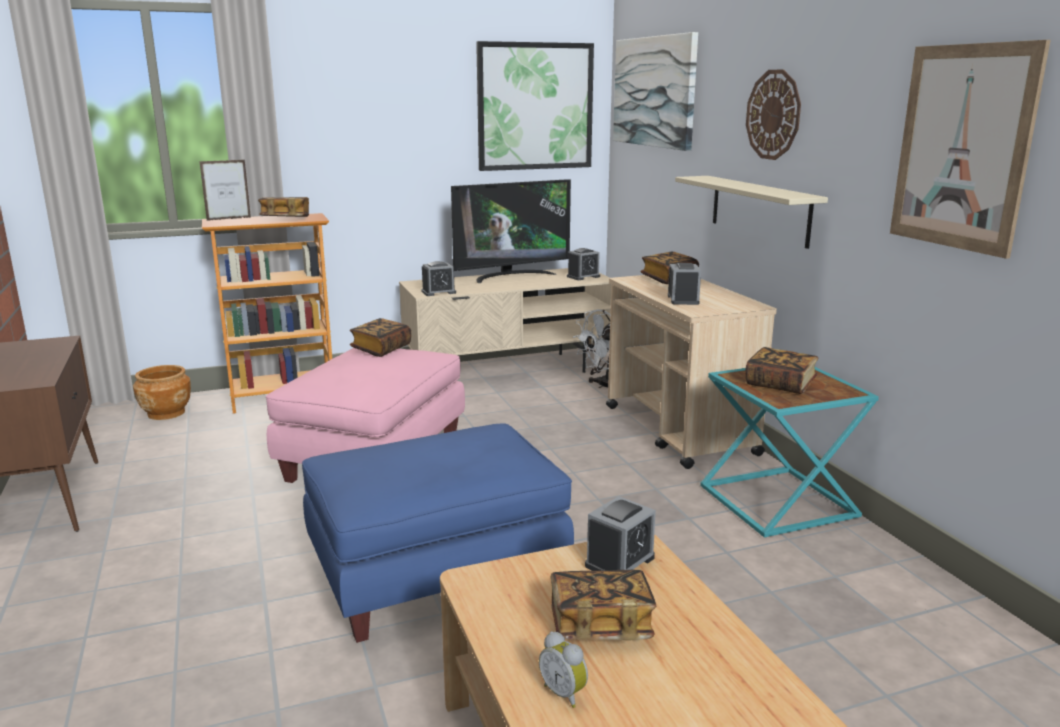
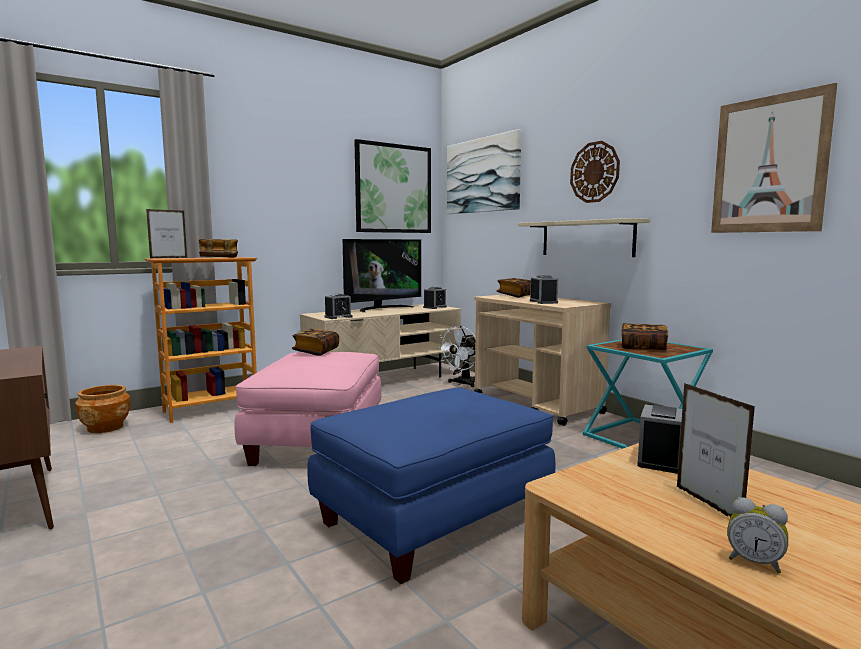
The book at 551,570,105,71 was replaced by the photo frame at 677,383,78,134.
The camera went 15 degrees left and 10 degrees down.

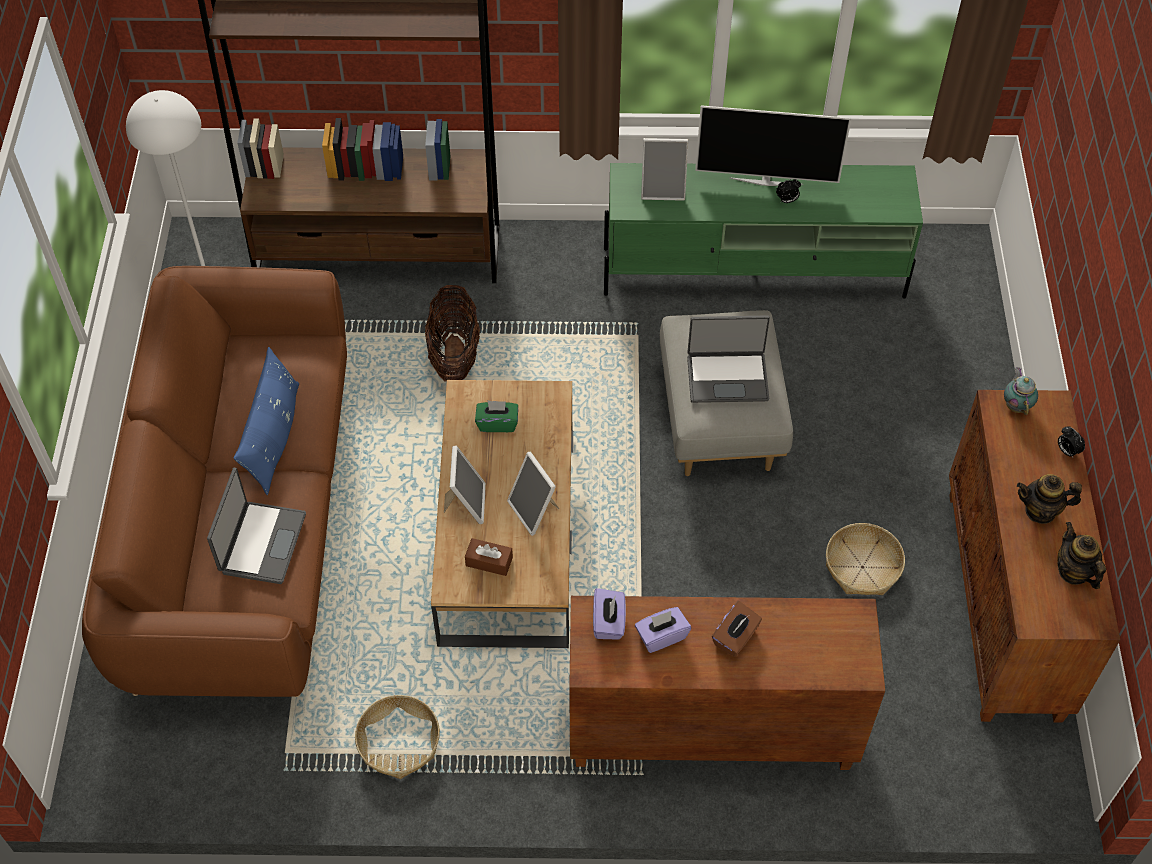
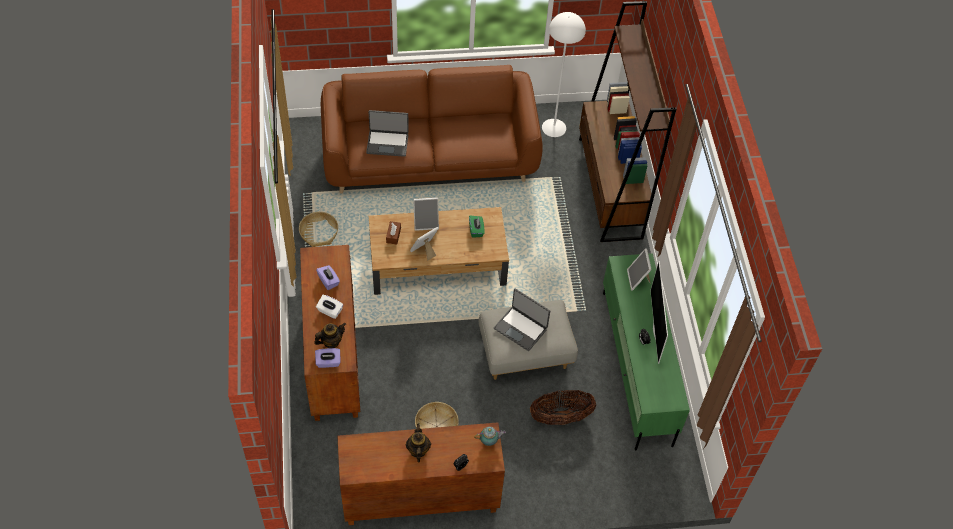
The throw pillow (bluish) at 234,347,65,148 disappeared.
The household basket moved from 425,285,55,96 to 530,390,66,35.
The tissue holder (purplish) moved from 593,588,33,52 to 315,348,26,20.
The teapot moved from 1057,522,49,67 to 314,323,32,25.
The tissue holder (brown) at 712,601,50,56 became the tissue holder (white-coloured) at 316,295,27,24.
The portable computer at 687,315,83,88 turned 45 degrees counterclockwise.
The camera went 80 degrees right and 0 degrees up.

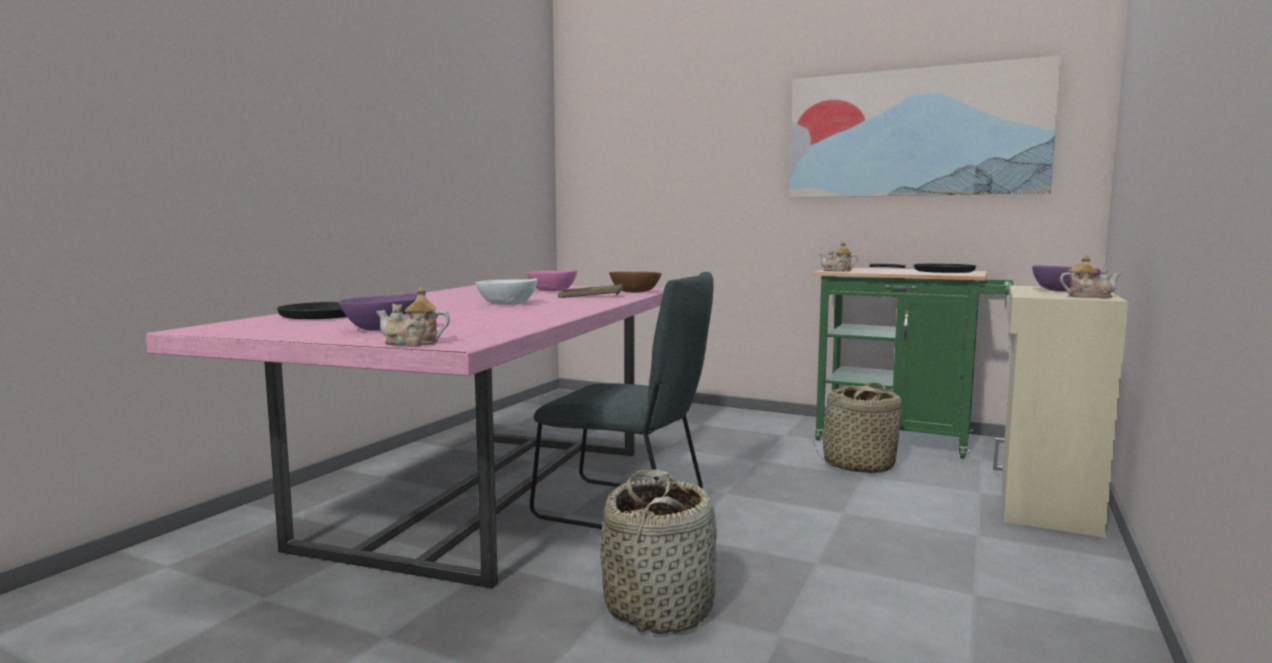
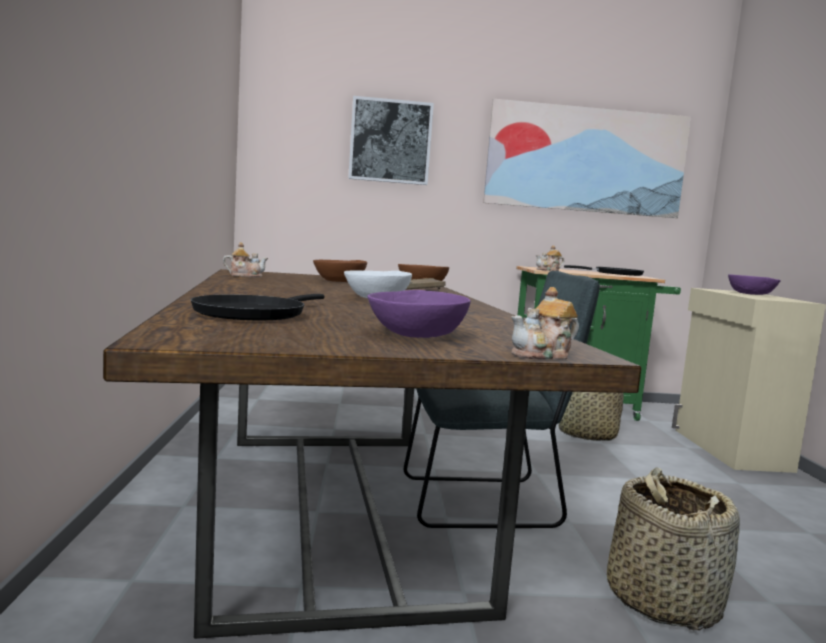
The picture at 348,96,86,89 appeared.
The teapot moved from 1060,255,61,43 to 223,242,45,35.
The kitchen table (pink) at 146,285,518,303 became the kitchen table (brown) at 103,269,538,370.
The serving bowl (pink) at 526,270,51,21 became the serving bowl (brown) at 313,260,54,22.
The camera went 30 degrees left and 0 degrees up.

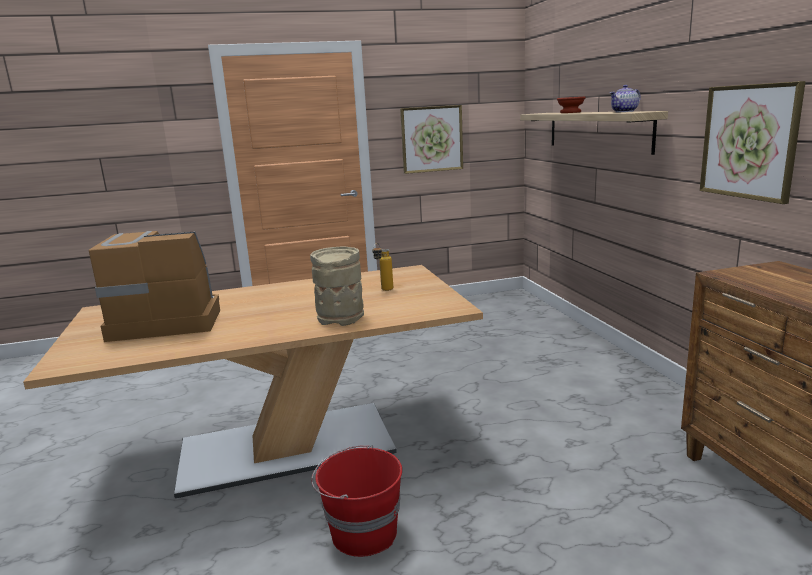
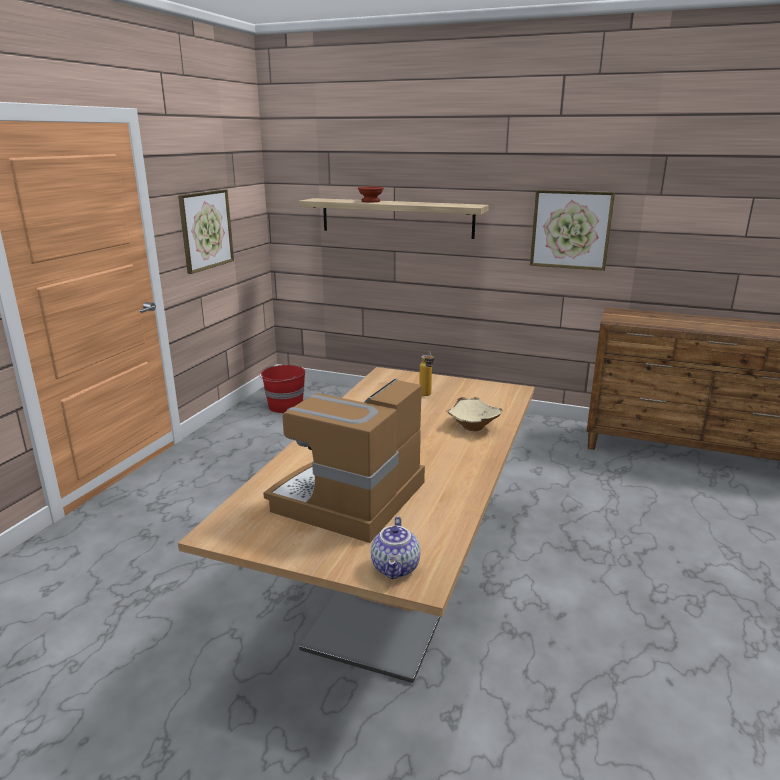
The water bucket (red-coloured) moved from 311,445,91,112 to 259,365,46,48.
The teapot moved from 610,85,31,27 to 371,516,49,63.
The decorative vase (beige-coloured) at 310,247,54,79 was replaced by the serving bowl (beige-coloured) at 446,397,57,34.
The camera went 55 degrees left and 5 degrees up.

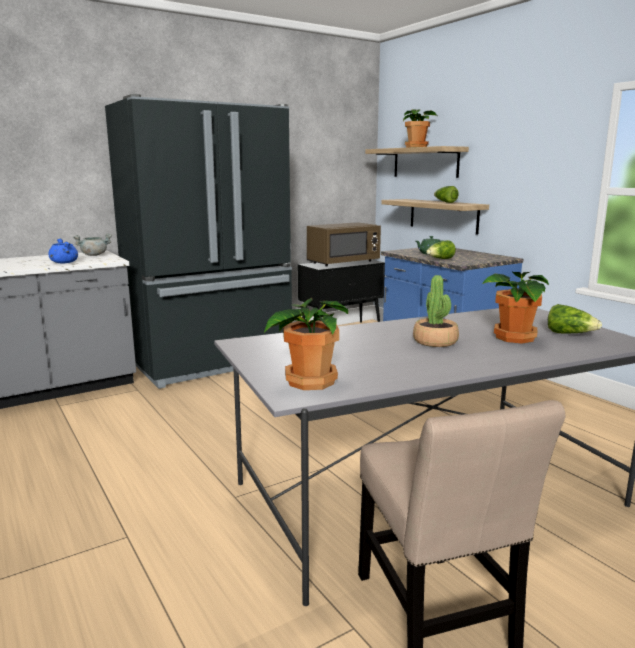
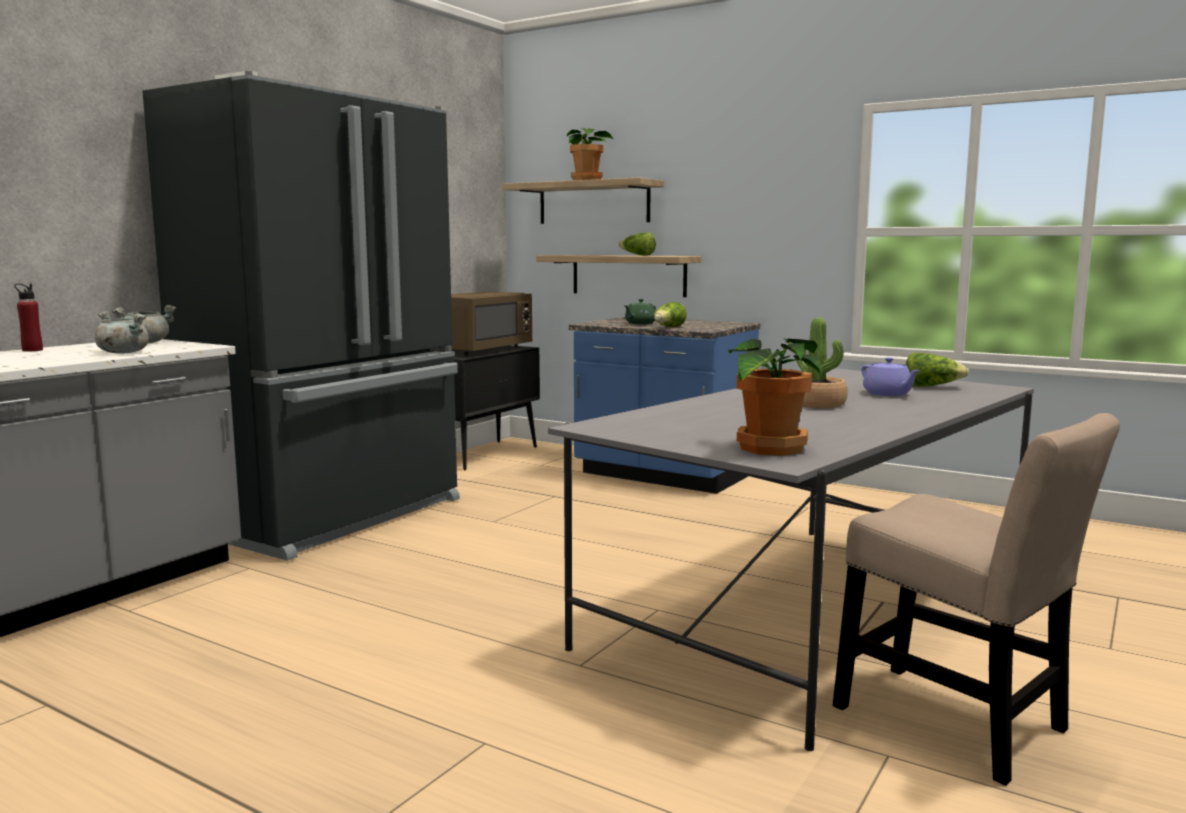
The bottle (red-coloured) at 14,284,29,68 appeared.
The potted plant at 482,271,67,72 was replaced by the teapot (purplish) at 861,357,60,39.
The stockpot (bluish) at 48,238,30,25 became the stockpot (grey) at 95,311,54,43.
The camera went 25 degrees left and 5 degrees down.

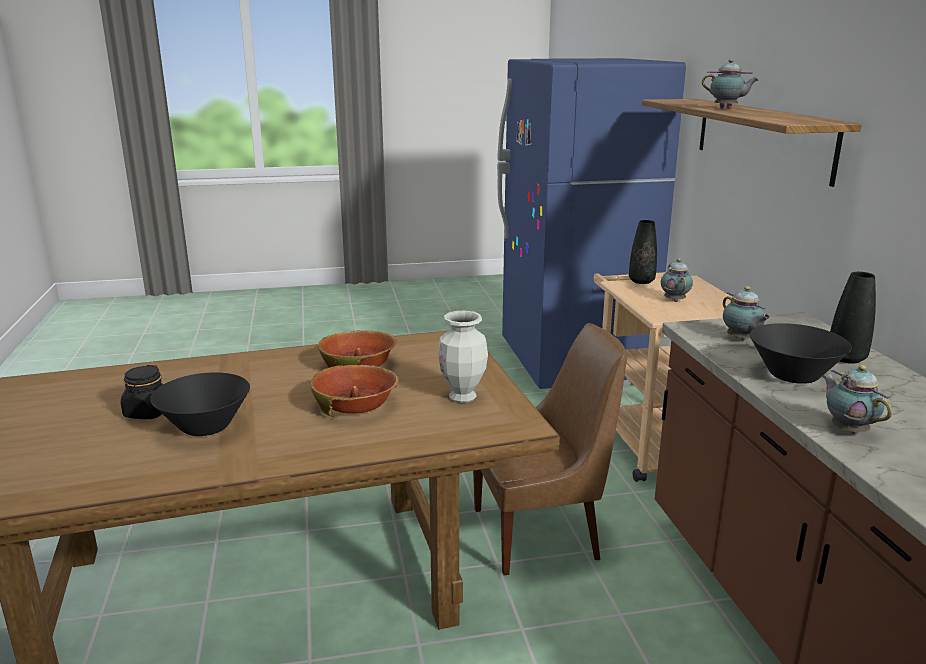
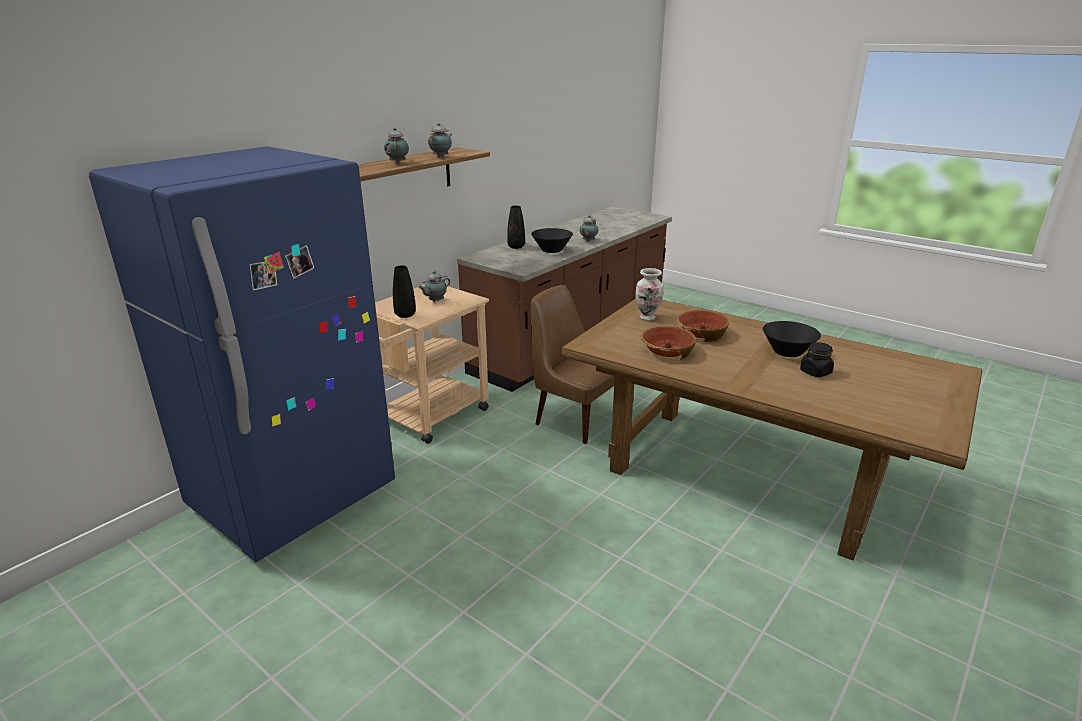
The teapot moved from 723,286,48,54 to 428,123,24,35.
The camera went 130 degrees left and 5 degrees up.

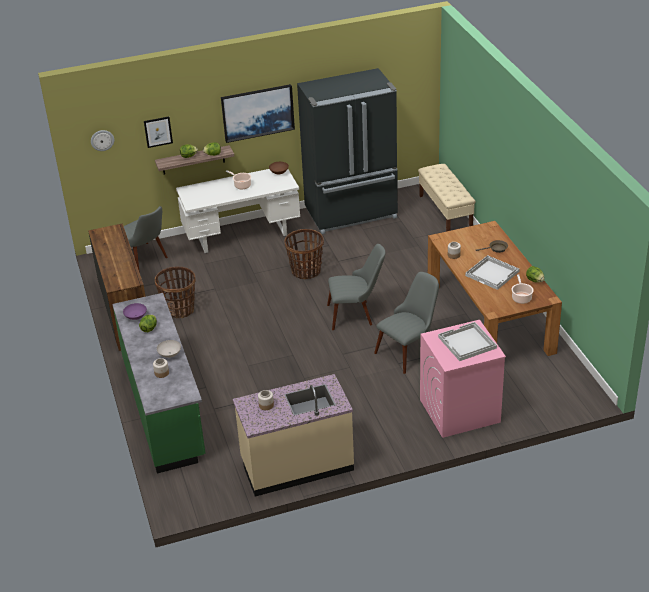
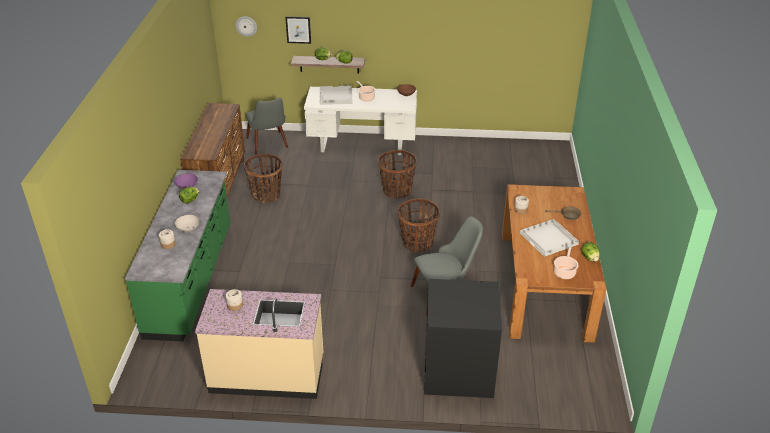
The picture at 221,84,74,59 disappeared.
The fridge (blackish) at 297,68,101,166 disappeared.
The long seat (beige-coloured) at 418,164,57,68 disappeared.
The carrying tray (white-coloured) moved from 438,322,59,39 to 320,86,33,19.
The plain chair (grey) at 327,244,58,86 was replaced by the household basket at 398,199,42,53.
The washing machine (pink) at 420,320,86,118 became the washing machine (blackish) at 424,279,78,119.
The camera went 20 degrees right and 0 degrees up.

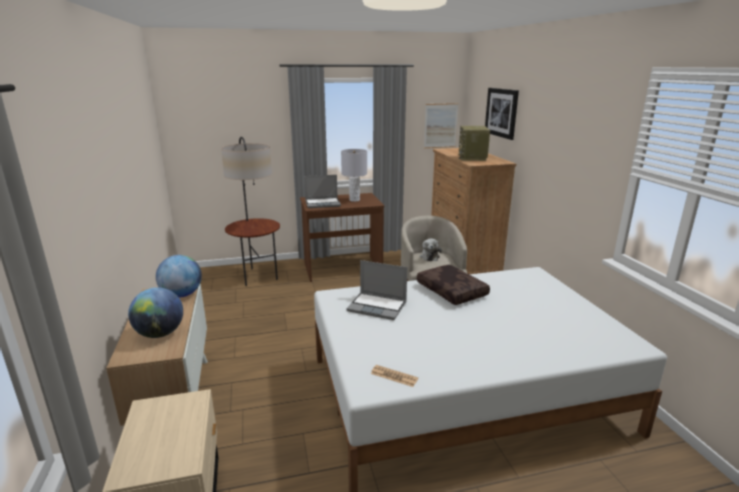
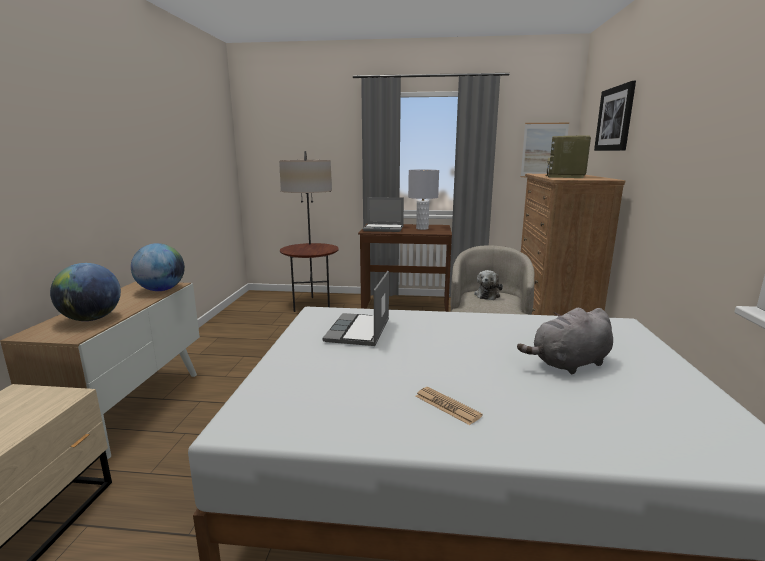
The throw pillow (brown) at 417,265,73,40 disappeared.
The plush toy (grey) at 517,308,96,66 appeared.
The daily paper moved from 371,365,47,22 to 415,387,68,38.
The portable computer at 346,260,61,60 turned 60 degrees clockwise.
The camera went 20 degrees right and 5 degrees down.

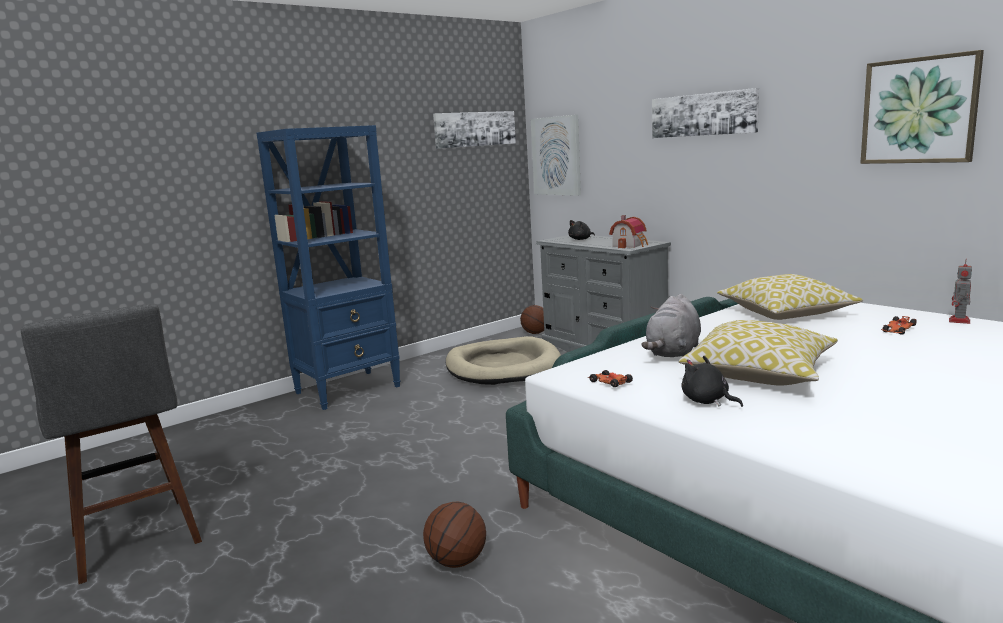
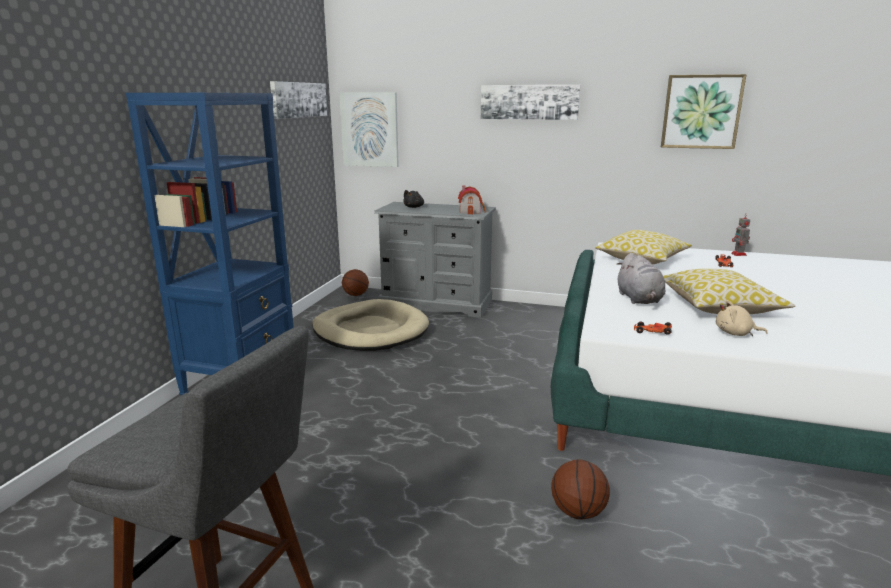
The plush toy (blackish) at 682,356,61,51 became the plush toy (beige-coloured) at 716,300,52,36.
The camera went 35 degrees left and 5 degrees up.

